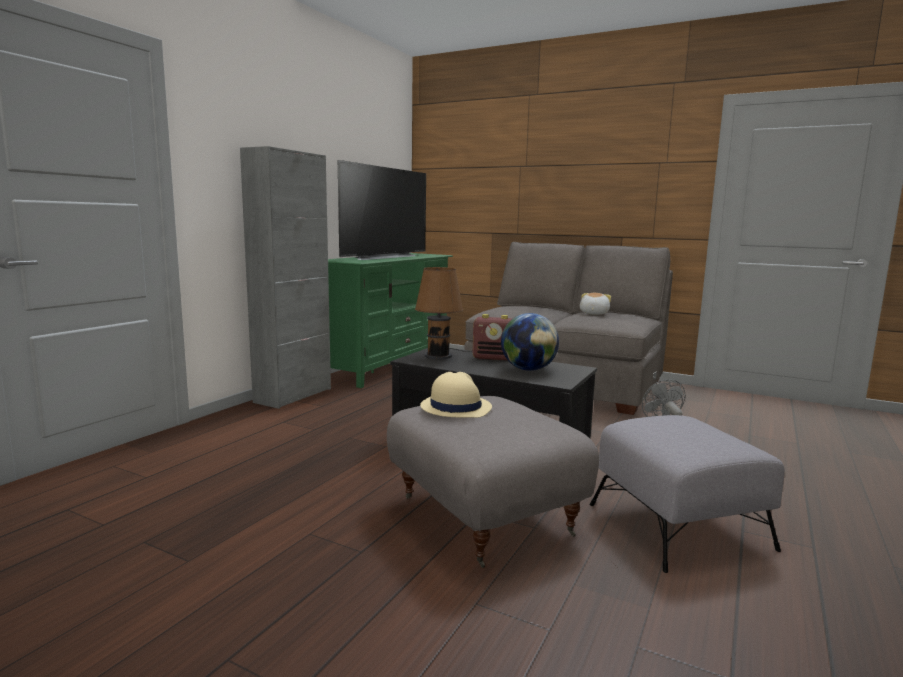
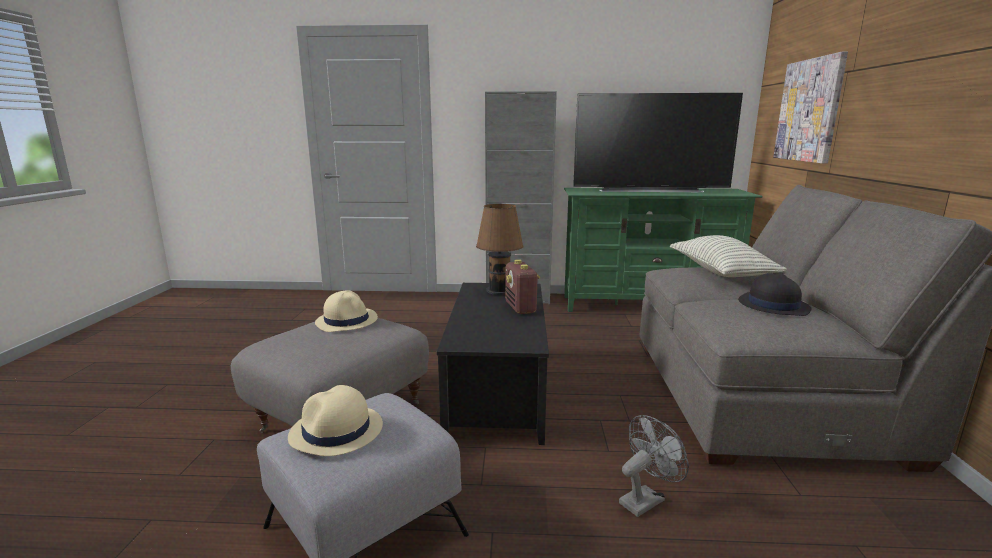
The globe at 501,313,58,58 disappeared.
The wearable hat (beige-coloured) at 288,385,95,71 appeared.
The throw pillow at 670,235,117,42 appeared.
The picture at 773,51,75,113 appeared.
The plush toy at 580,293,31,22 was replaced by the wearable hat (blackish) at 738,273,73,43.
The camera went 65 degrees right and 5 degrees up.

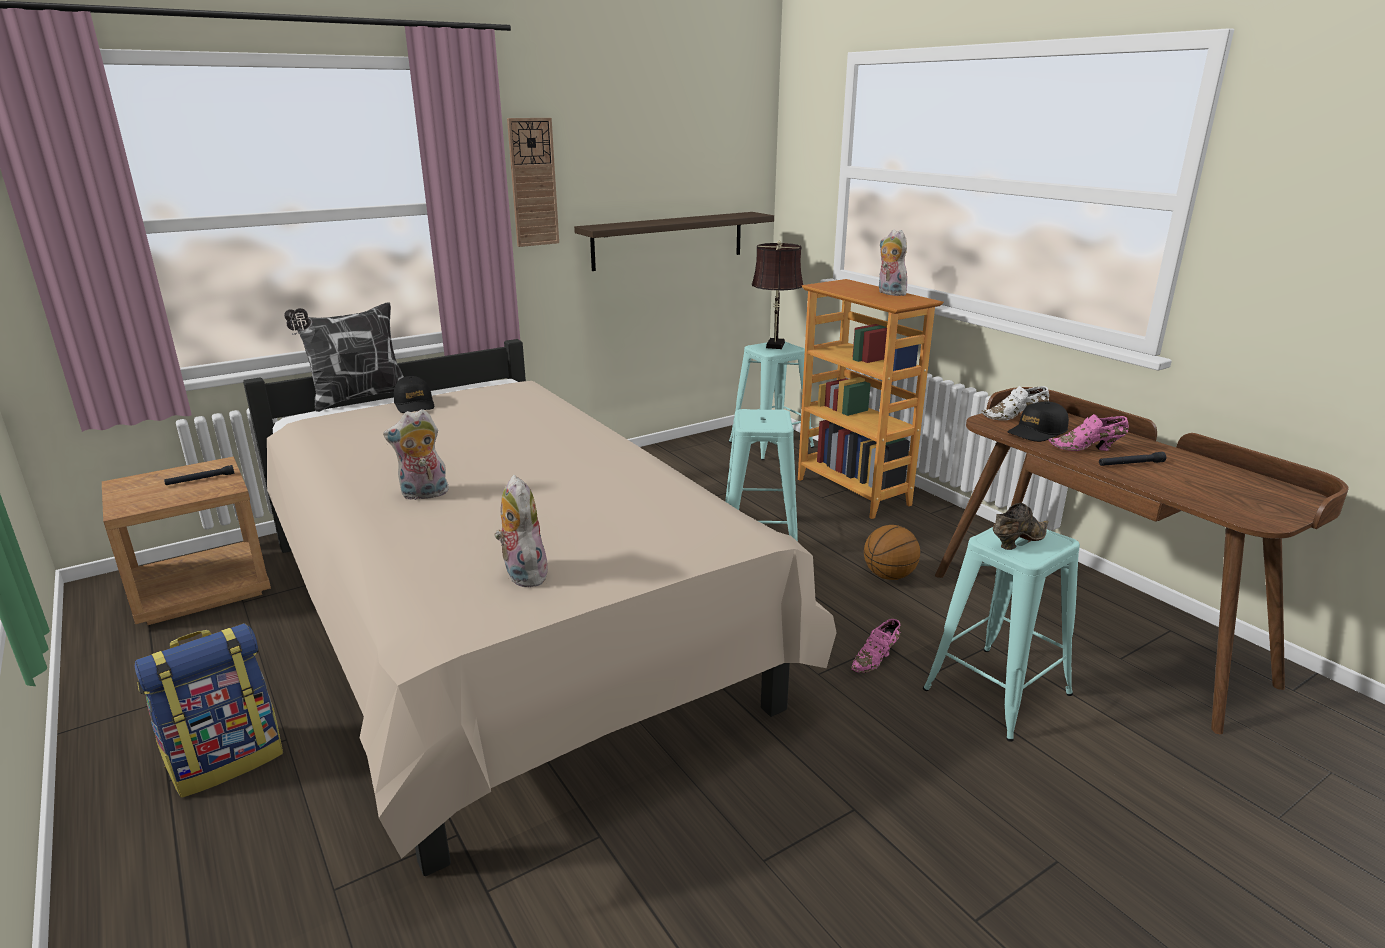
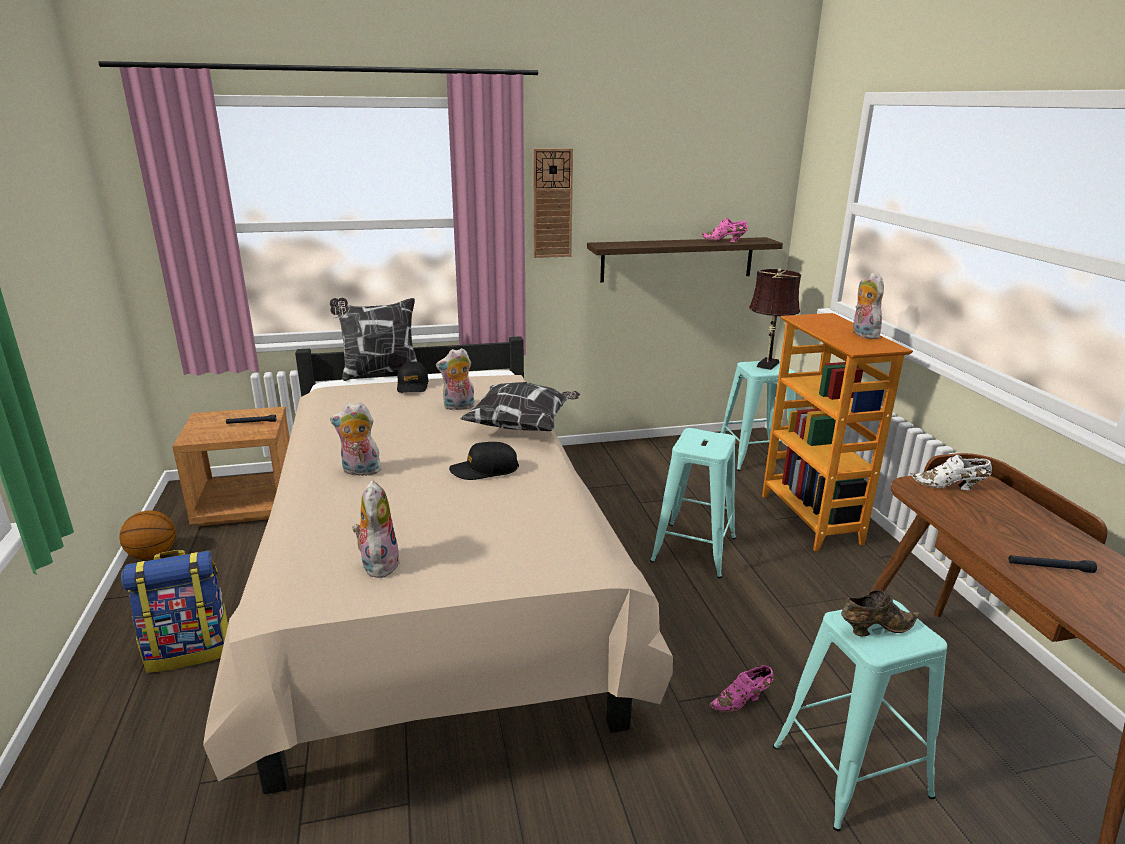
The plush toy at 436,348,39,62 appeared.
The throw pillow at 460,382,121,49 appeared.
The basketball moved from 864,525,56,55 to 119,511,57,49.
The peaked cap (blackish) moved from 1008,401,61,41 to 449,442,70,38.
The shoe (pink) moved from 1048,414,81,37 to 701,218,47,24.
The camera went 20 degrees right and 0 degrees up.

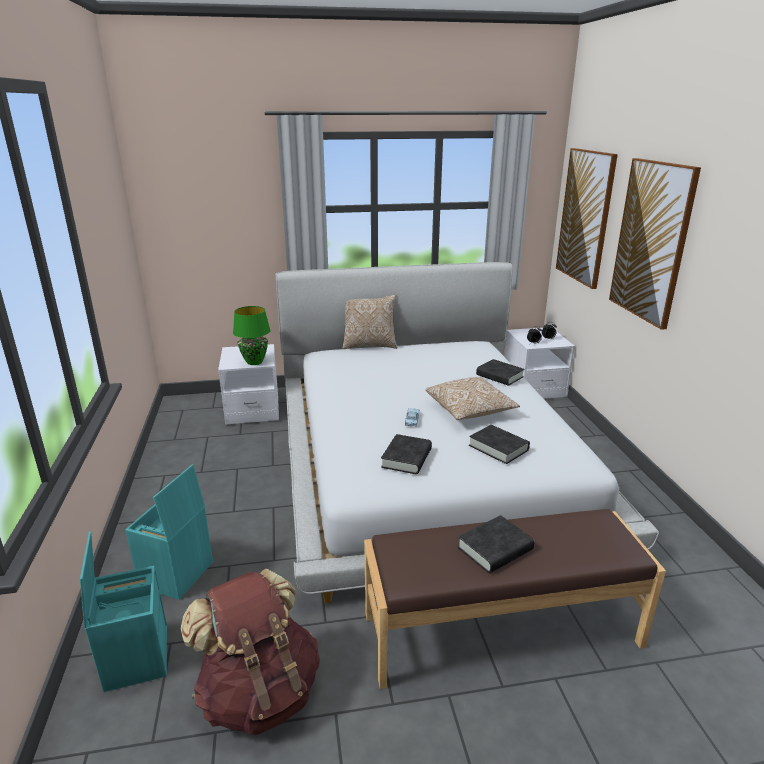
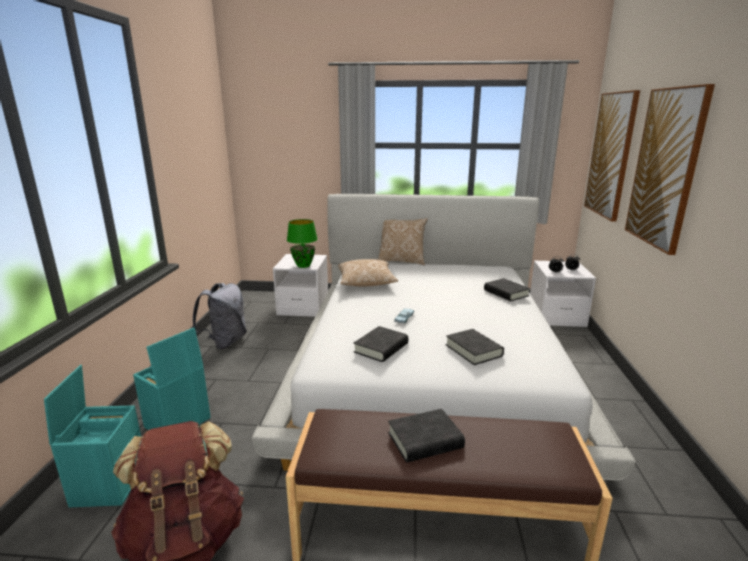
The rucksack (grey) at 192,283,55,66 appeared.
The throw pillow moved from 426,377,94,43 to 338,259,60,27.
The camera went 15 degrees right and 5 degrees down.

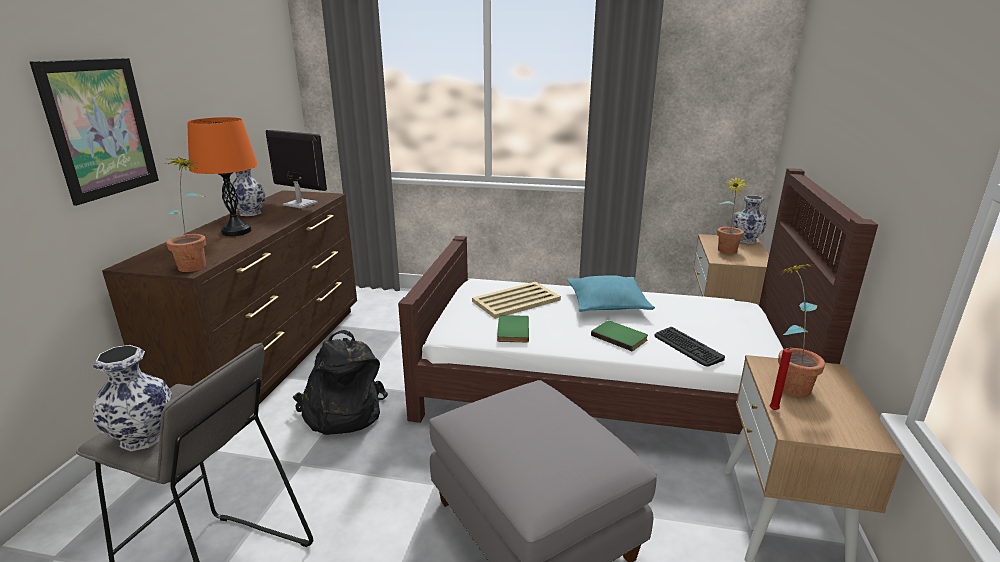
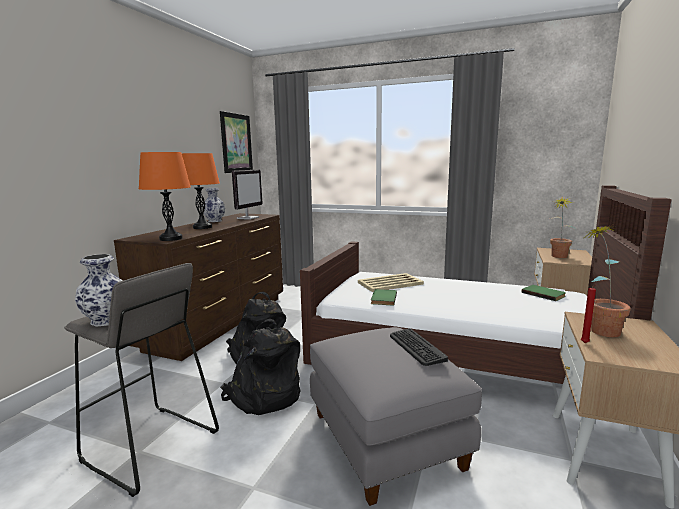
The throw pillow (turquoise) at 567,275,88,37 disappeared.
The decorative vase at 733,195,33,49 disappeared.
The rucksack (blackish) at 220,319,80,96 appeared.
The picture moved from 30,58,129,148 to 220,111,33,62.
The book (greenish) moved from 591,321,57,30 to 521,285,45,16.
The computer keyboard moved from 654,327,71,40 to 390,328,58,38.
The potted plant at 166,157,40,115 was replaced by the tabletop lamp (orange) at 139,152,52,89.
The monitor at 266,130,61,78 turned 75 degrees clockwise.
The camera went 10 degrees right and 10 degrees down.

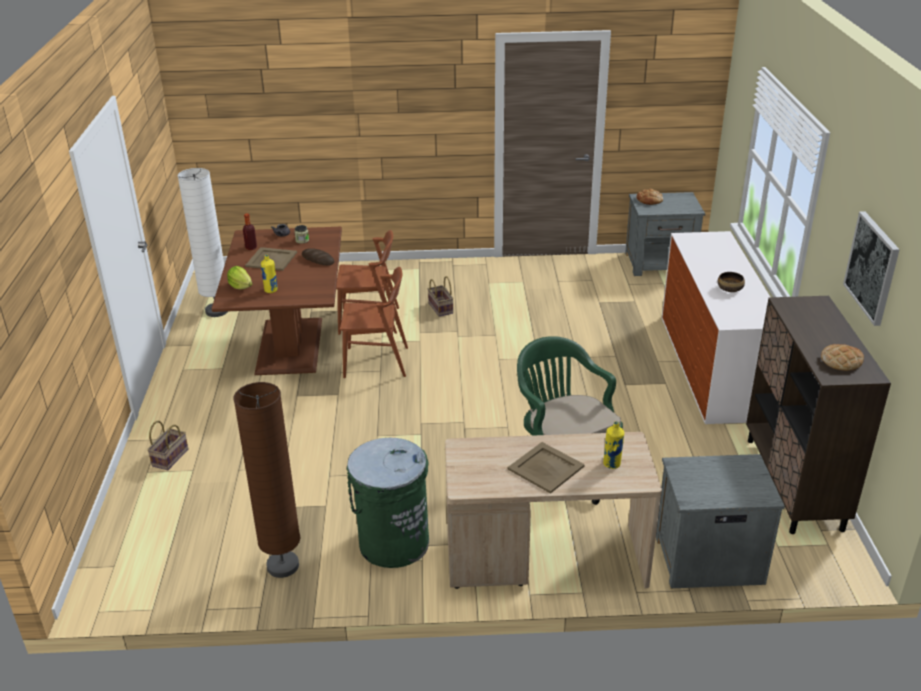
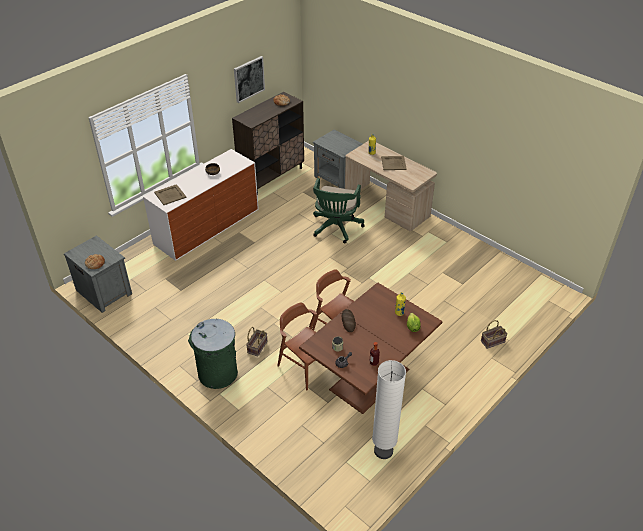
The standard lamp (brown) at 233,382,67,196 disappeared.
The carrying tray (beige-coloured) moved from 245,247,52,24 to 154,184,33,21.
The waste bin (greenish) moved from 347,438,82,130 to 188,319,50,70.
The camera went 135 degrees left and 10 degrees up.

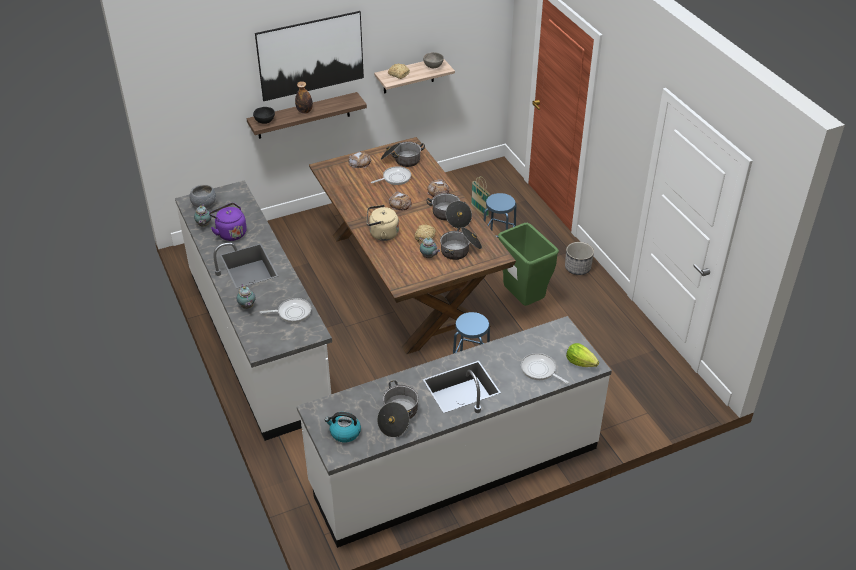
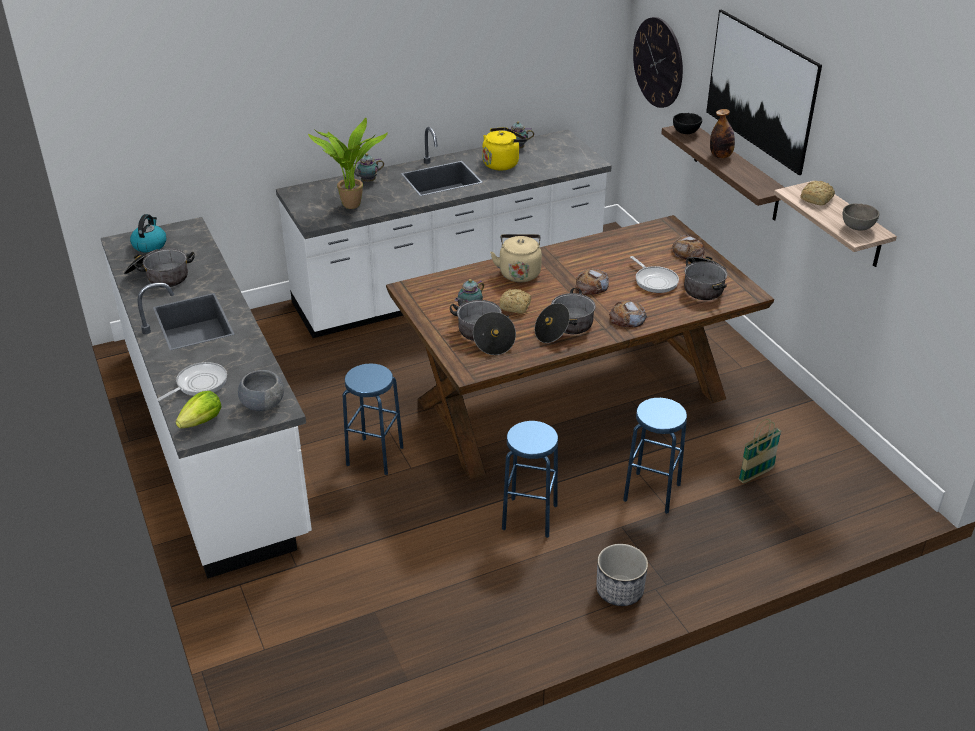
The clock on the wall at 633,17,50,91 appeared.
The serving bowl (grey) moved from 190,185,26,23 to 238,370,46,41.
The frying pan at 259,298,52,25 was replaced by the potted plant at 308,118,80,91.
The waste bin (greenish) at 498,223,61,83 was replaced by the sitting stool (bluish) at 502,421,56,117.
The kettle (purplish) at 209,203,38,38 became the kettle (yellow-coloured) at 483,127,44,44.
The camera went 90 degrees right and 5 degrees down.

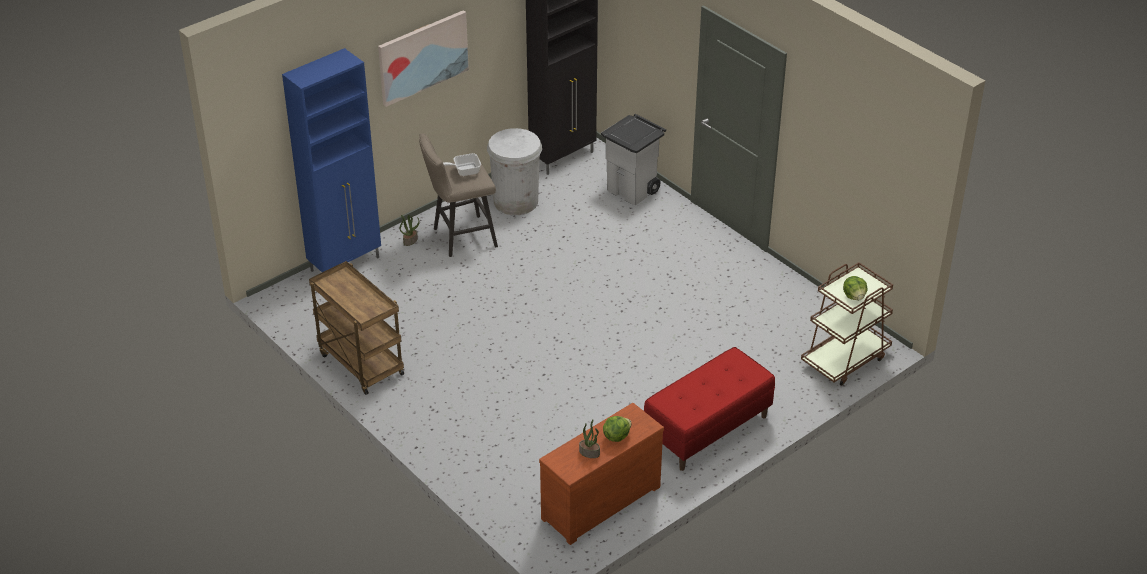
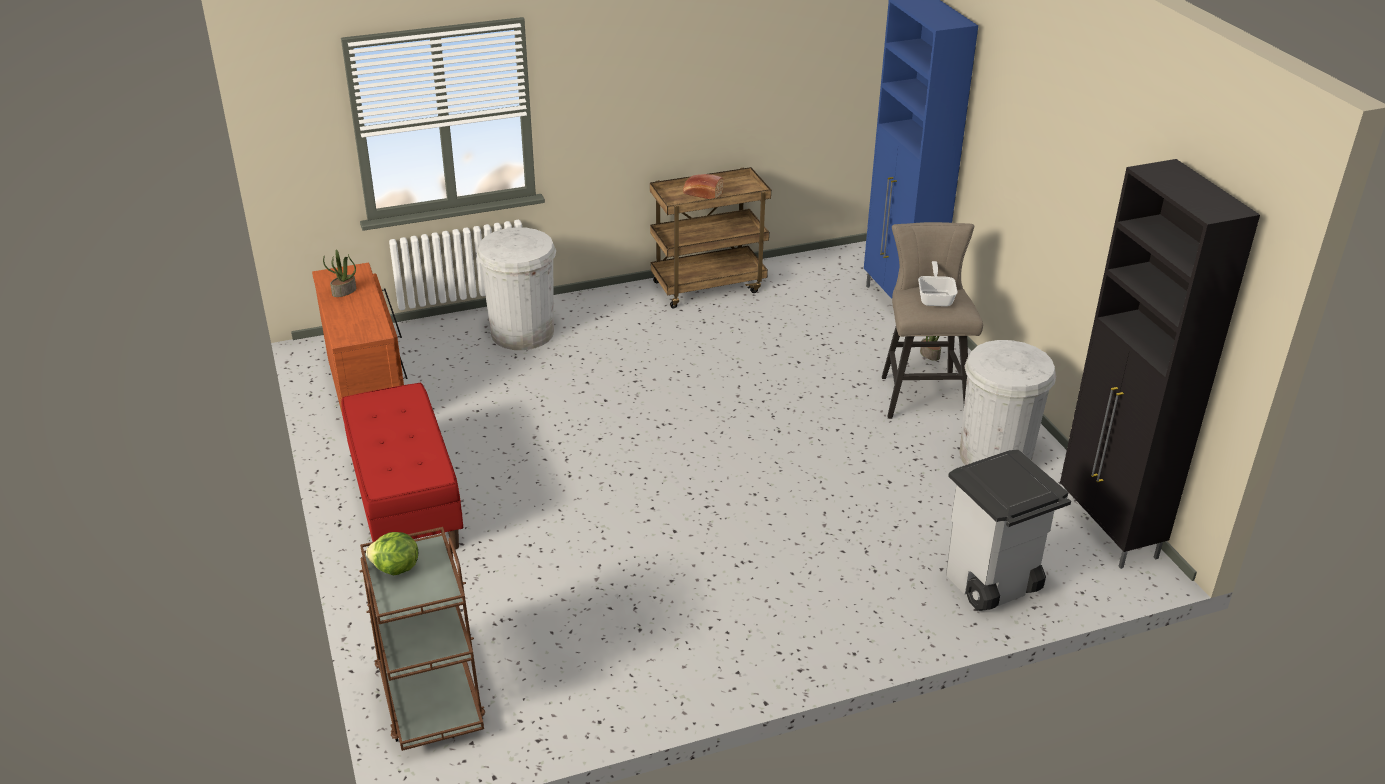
The picture at 378,10,91,97 disappeared.
The lettuce at 603,416,29,26 disappeared.
The waste bin (white-coloured) at 477,227,79,123 appeared.
The bread at 683,174,41,25 appeared.
The camera went 110 degrees right and 5 degrees down.

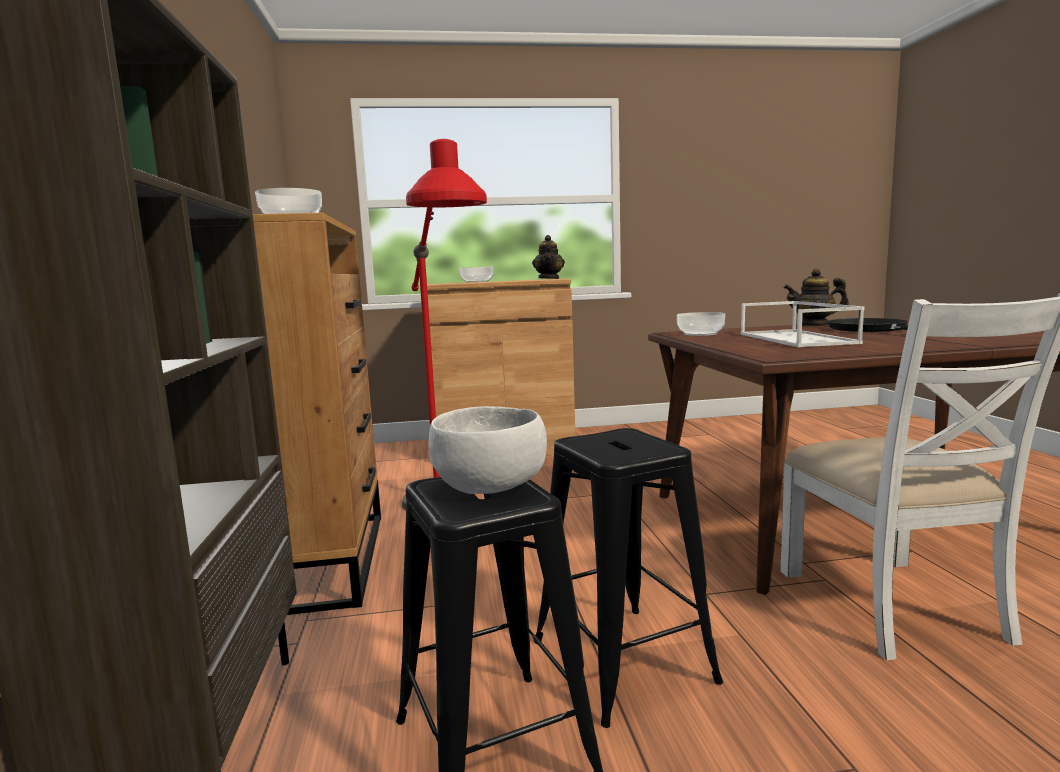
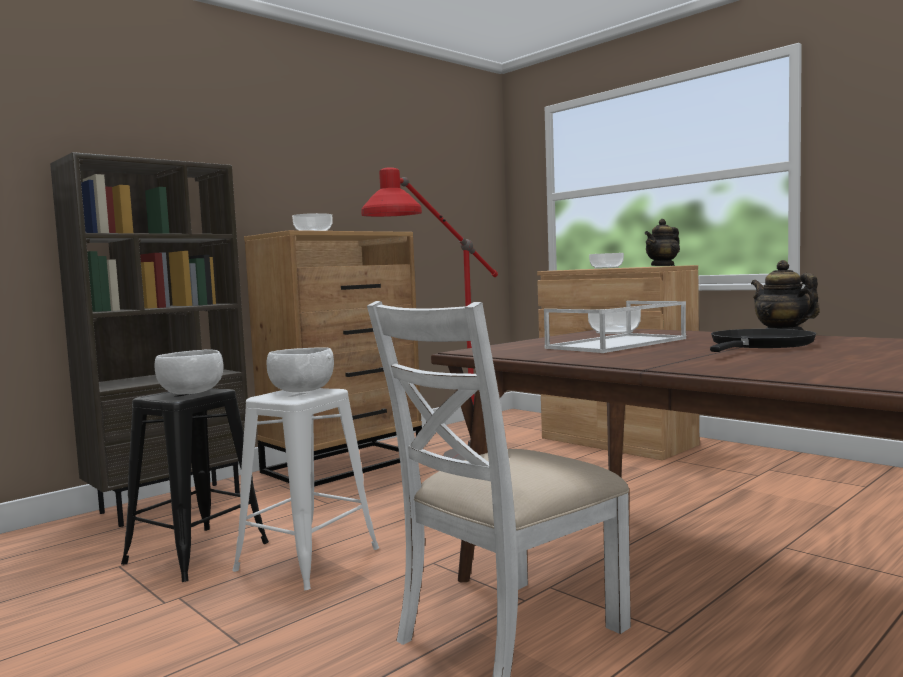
The serving bowl (white-coloured) at 267,348,67,44 appeared.
The sitting stool (blackish) at 534,428,189,300 became the sitting stool (white-coloured) at 232,388,147,202.
The camera went 55 degrees right and 5 degrees down.

